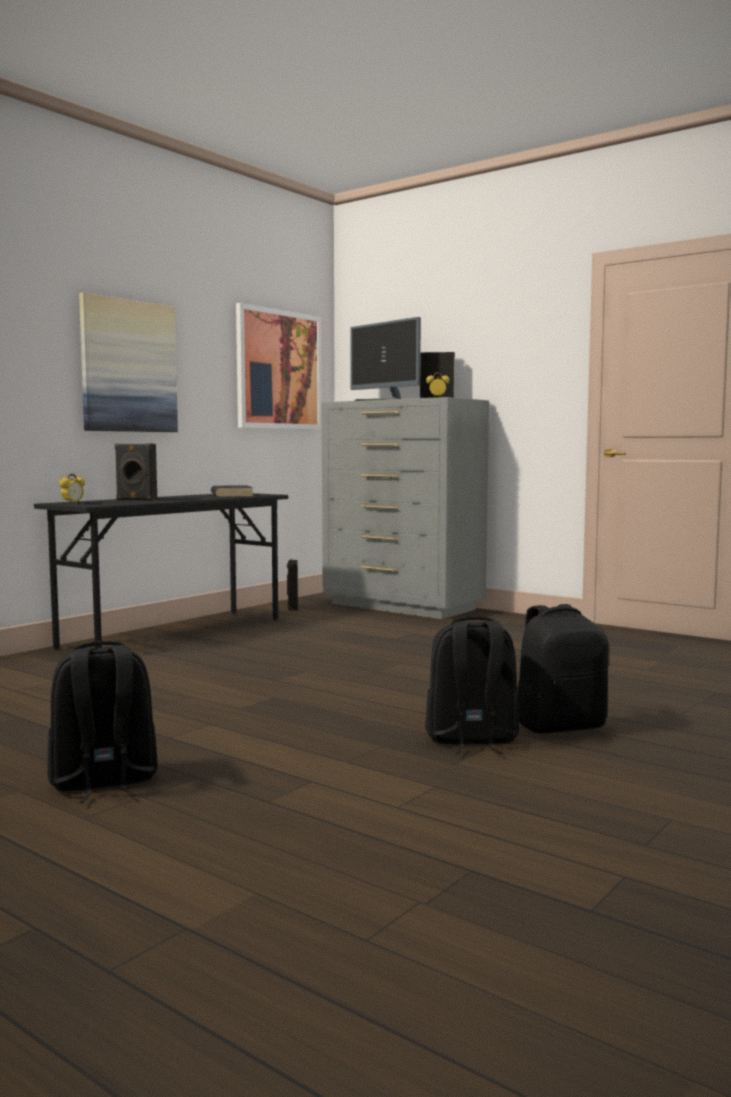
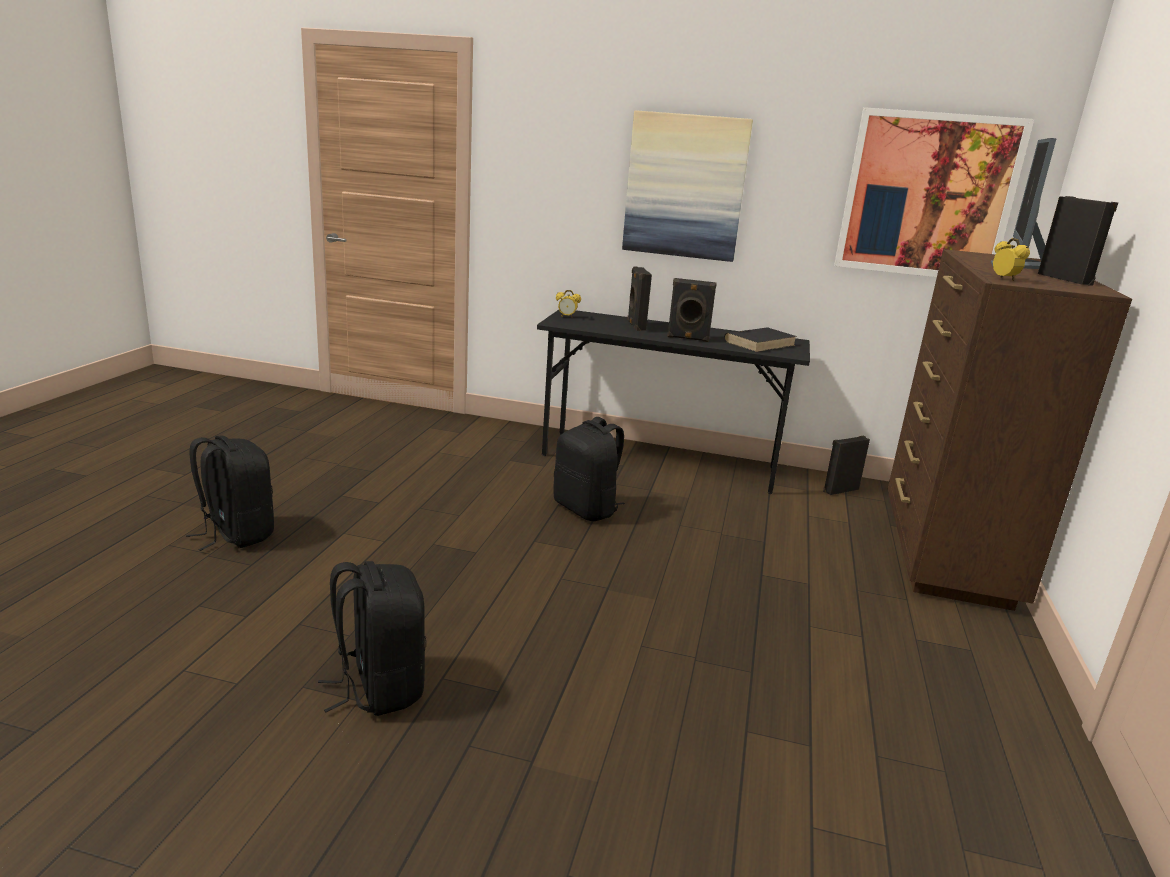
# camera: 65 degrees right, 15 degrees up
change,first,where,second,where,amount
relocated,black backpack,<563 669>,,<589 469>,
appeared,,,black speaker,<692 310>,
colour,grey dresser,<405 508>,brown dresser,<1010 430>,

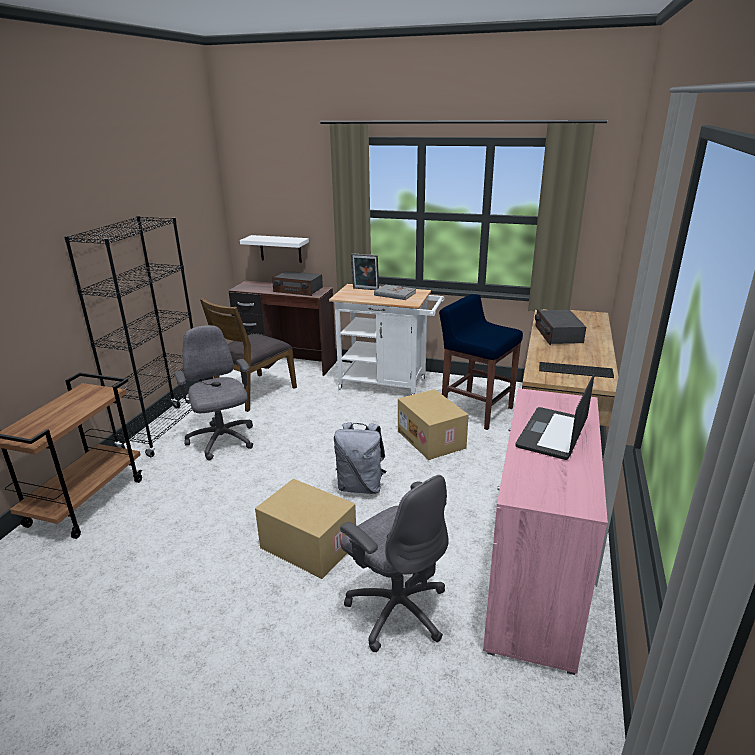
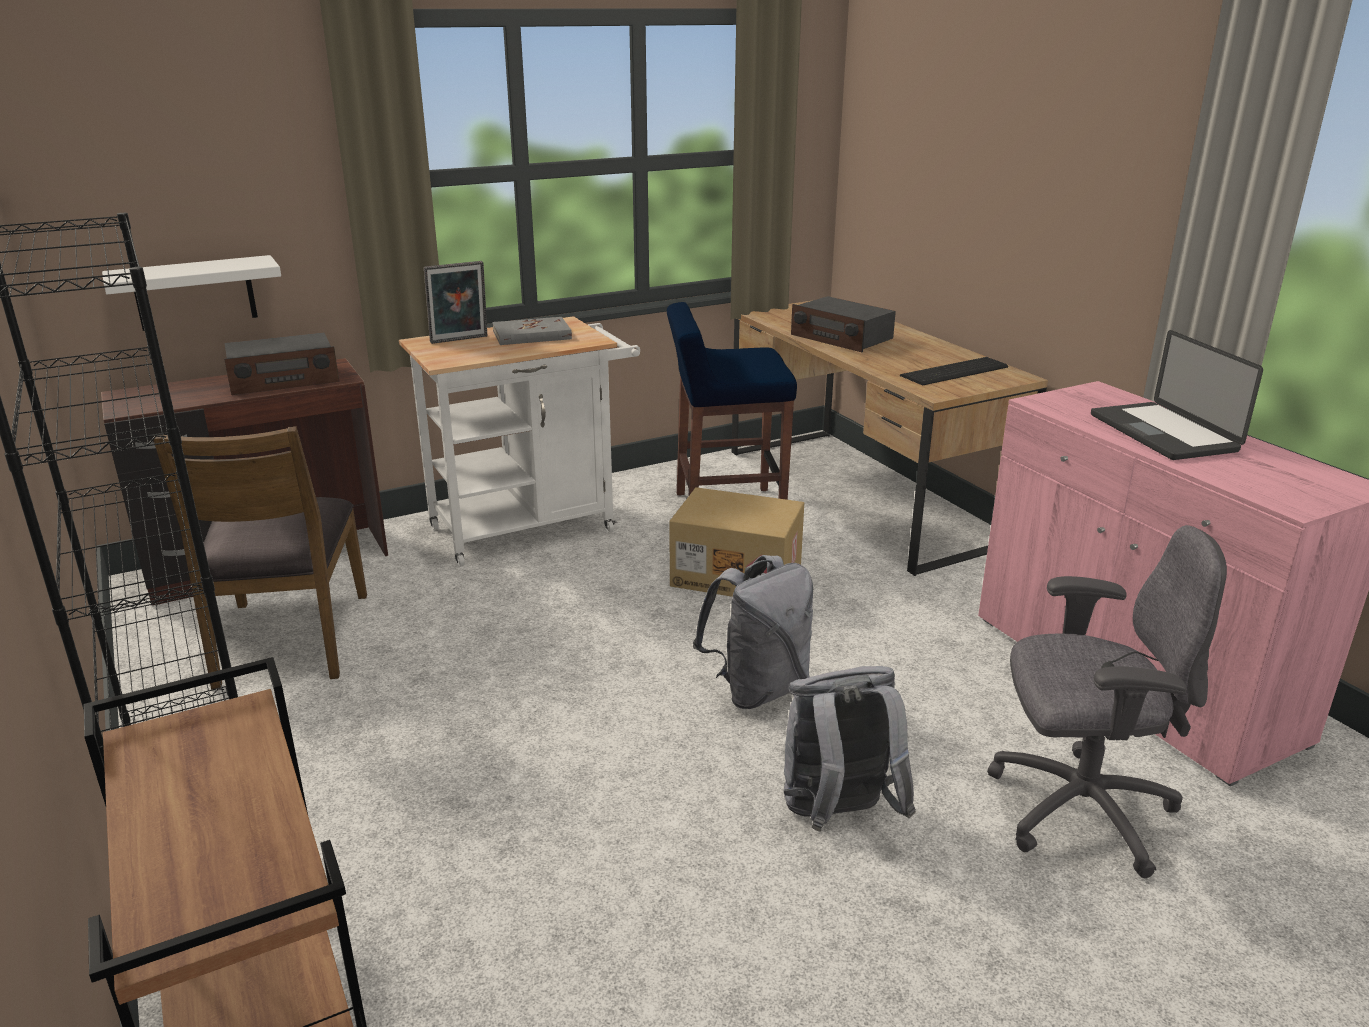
# camera: 45 degrees left, 0 degrees up
change,first,where,second,where,amount
exchanged,cardboard box,<305 529>,grey backpack,<850 749>,
missing,grey office chair,<213 393>,,,

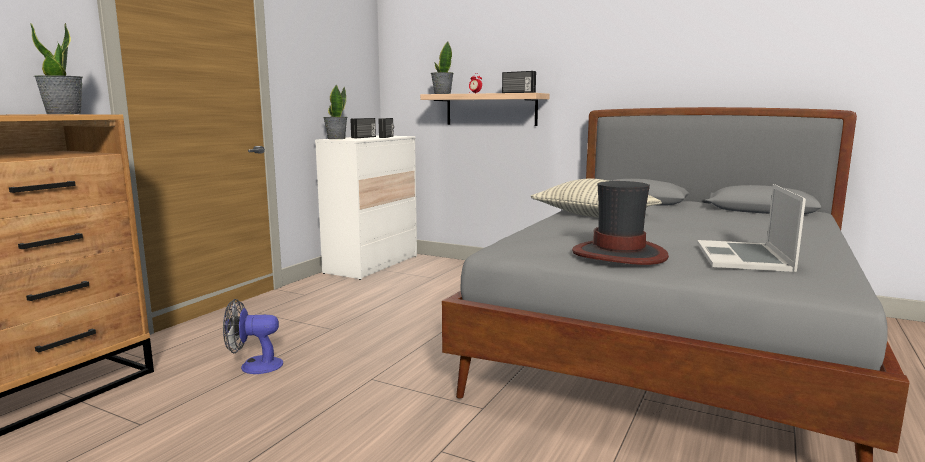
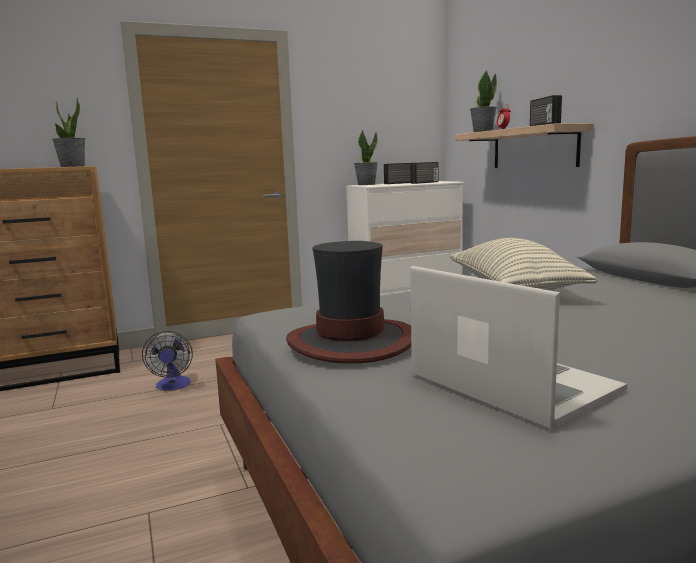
# camera: 40 degrees right, 0 degrees up
change,first,where,second,where,amount
spun,fan,<253 336>,,<167 361>,135 degrees counterclockwise
spun,laptop,<751 228>,,<518 347>,90 degrees clockwise

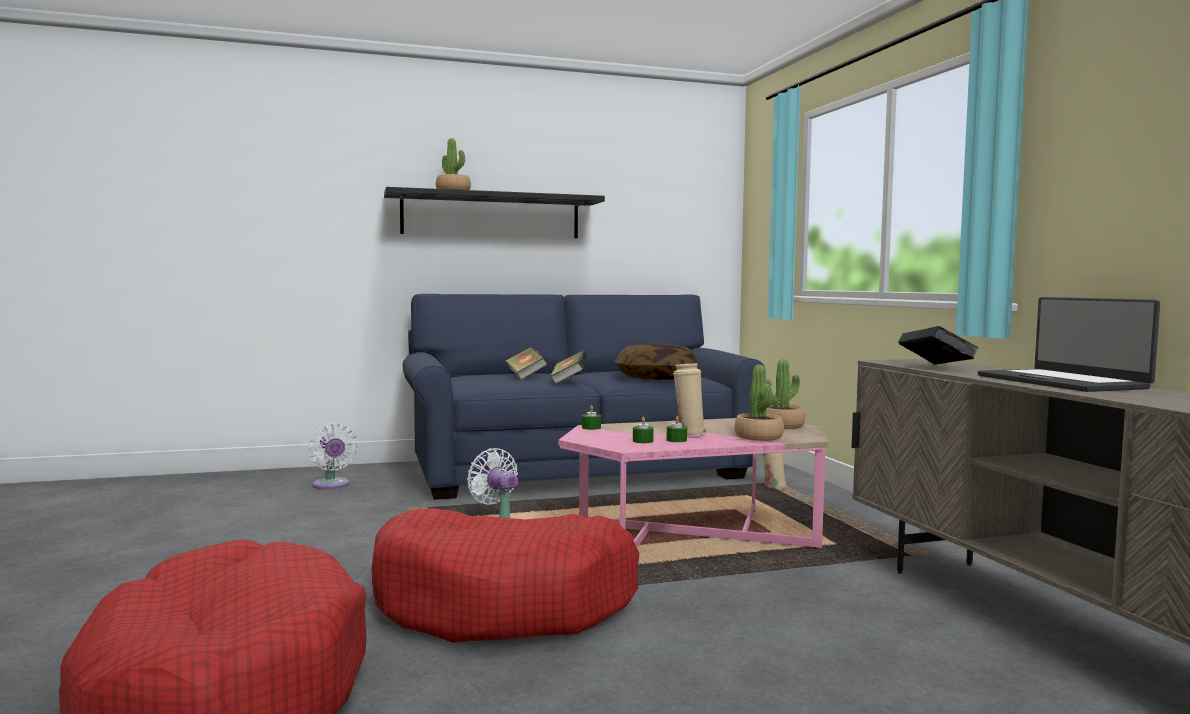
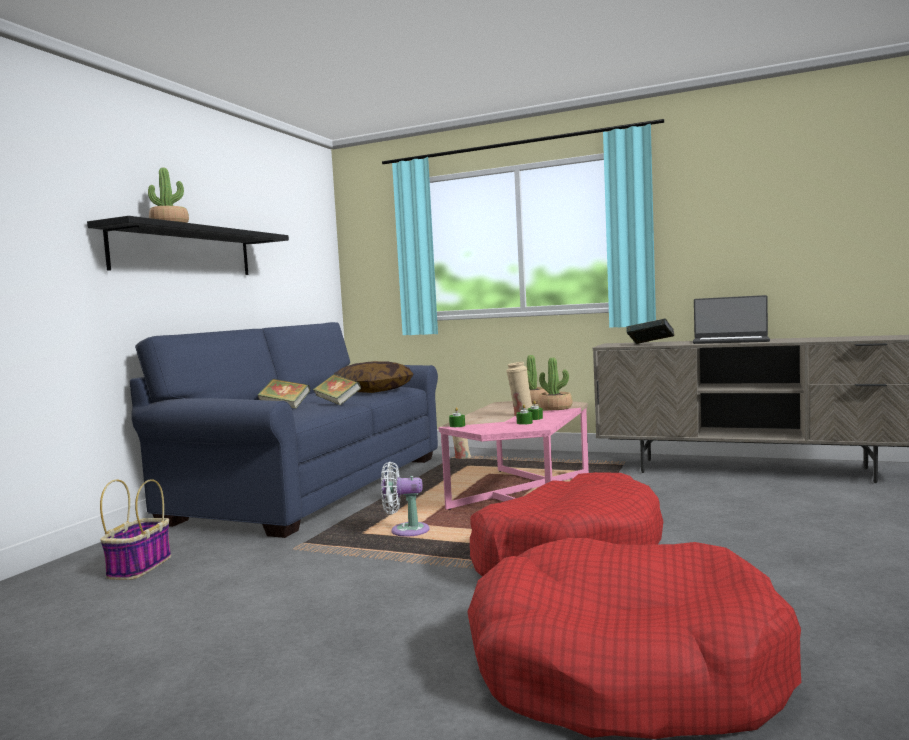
# camera: 50 degrees left, 0 degrees up
change,first,where,second,where,amount
exchanged,white fan,<333 455>,basket,<135 529>,

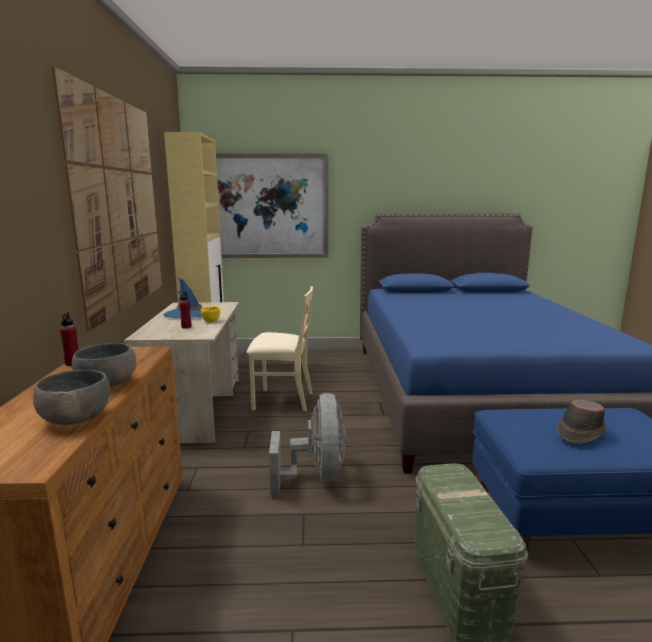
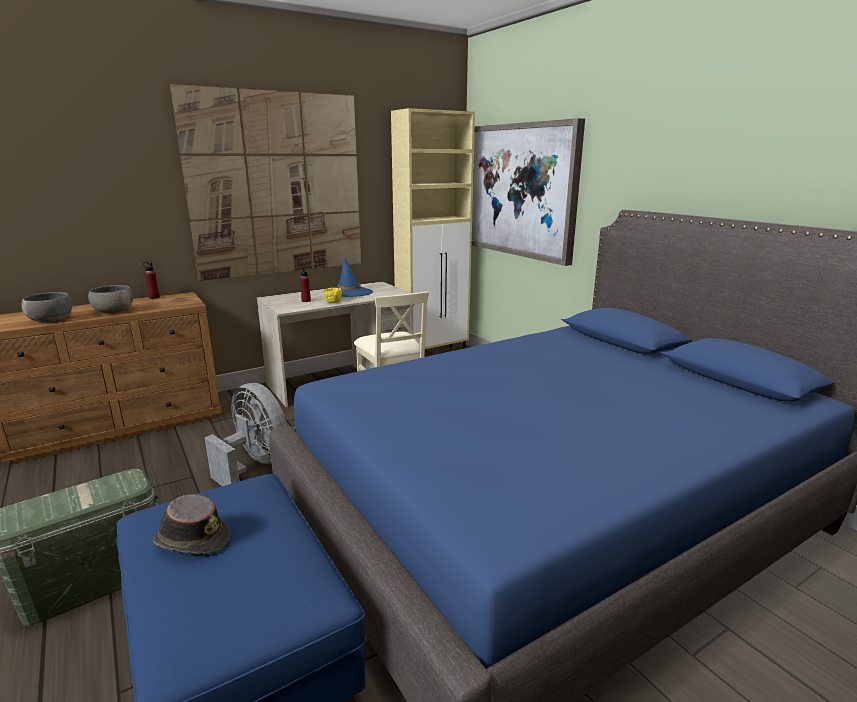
# camera: 60 degrees right, 5 degrees up
change,first,where,second,where,amount
spun,grey fan,<307 444>,,<245 434>,105 degrees counterclockwise

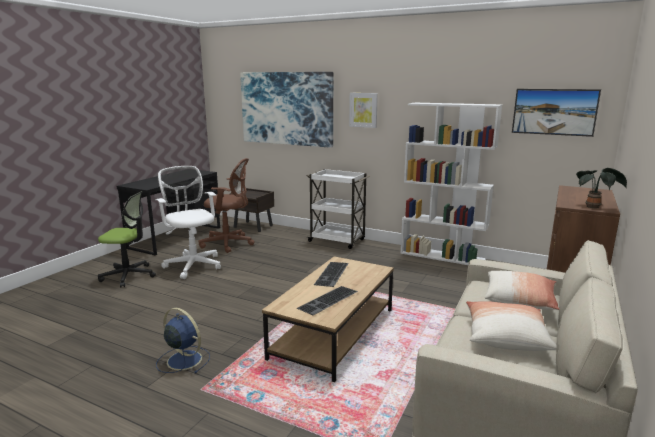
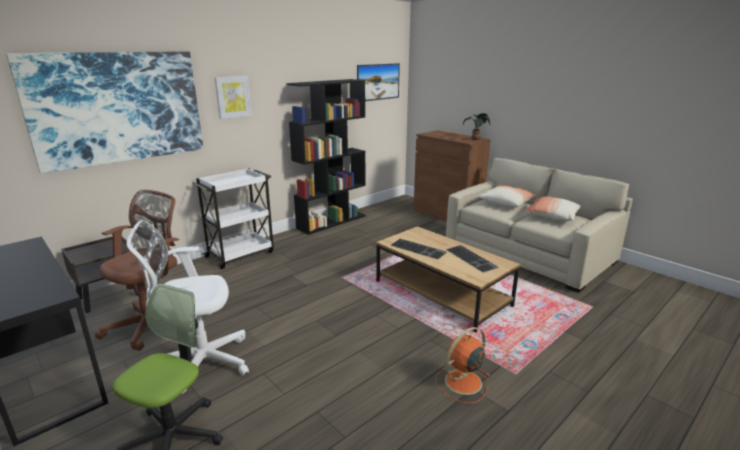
# camera: 70 degrees left, 5 degrees up
change,first,where,second,where,amount
colour,white bookcase,<451 184>,black bookcase,<326 157>,
colour,blue fan,<183 340>,orange fan,<462 365>,

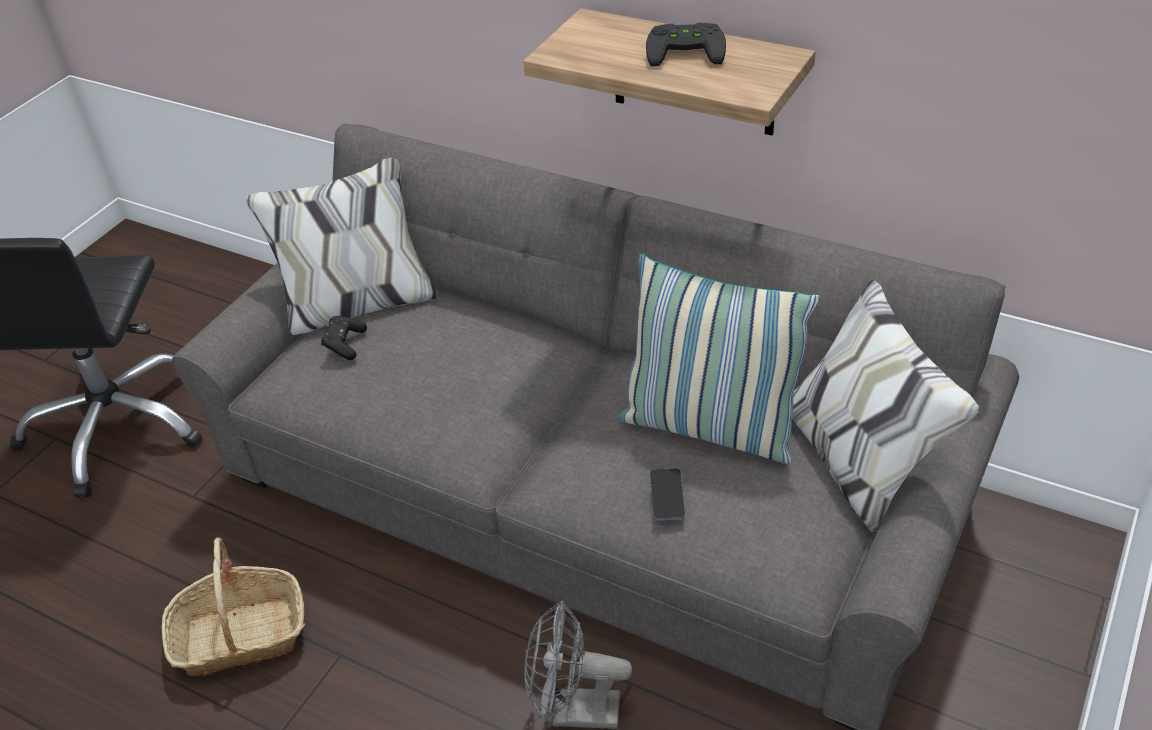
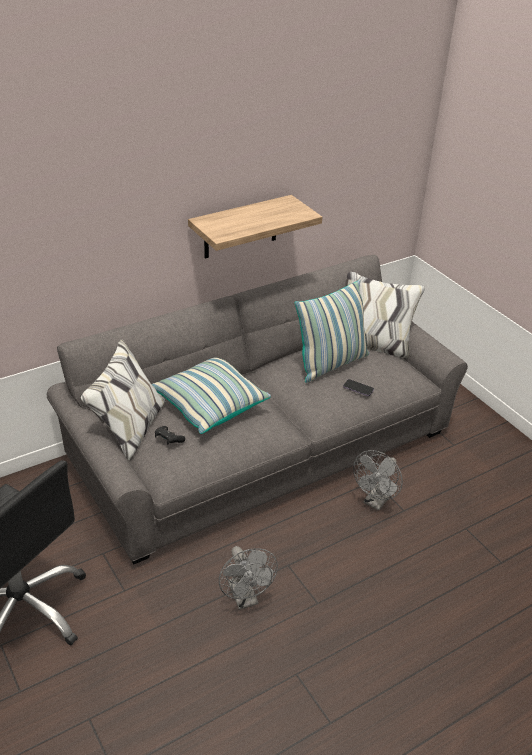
# camera: 65 degrees left, 5 degrees down
change,first,where,second,where,amount
appeared,,,pillow,<211 395>,
exchanged,basket,<233 606>,grey fan,<248 578>,
missing,black game controller,<686 44>,,,

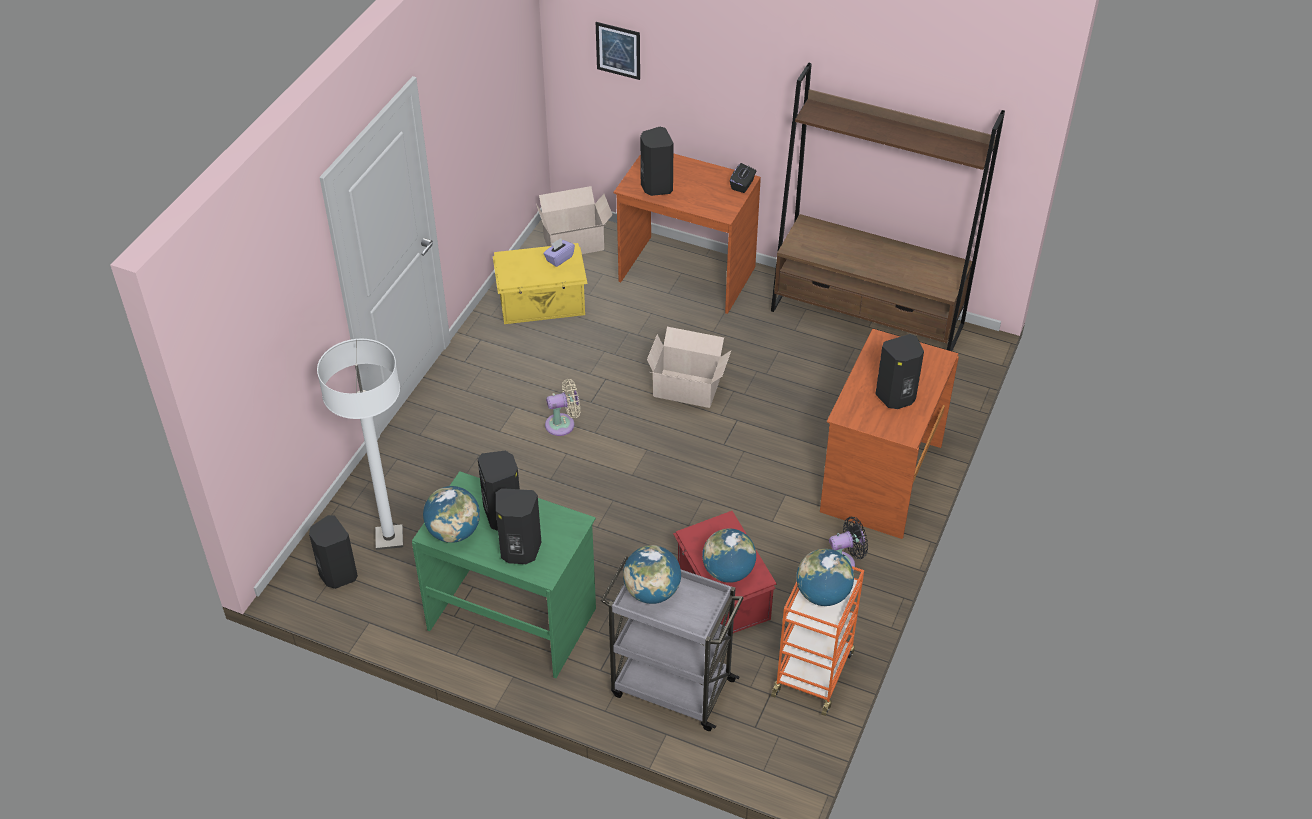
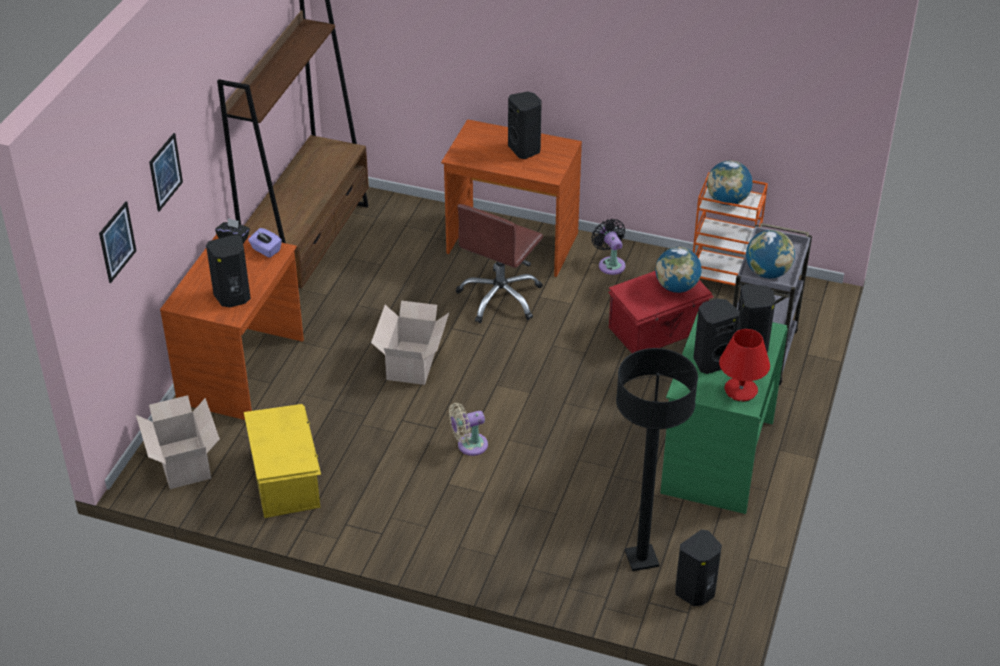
# camera: 95 degrees left, 5 degrees down
change,first,where,second,where,amount
appeared,,,picture,<166 172>,
relocated,purple tissue box,<559 252>,,<265 243>,
spun,beige fan,<562 407>,,<468 429>,90 degrees counterclockwise
appeared,,,brown office chair,<499 263>,
colour,white floor lamp,<360 444>,black floor lamp,<657 459>,
exchanged,globe,<451 514>,red table lamp,<744 365>,

